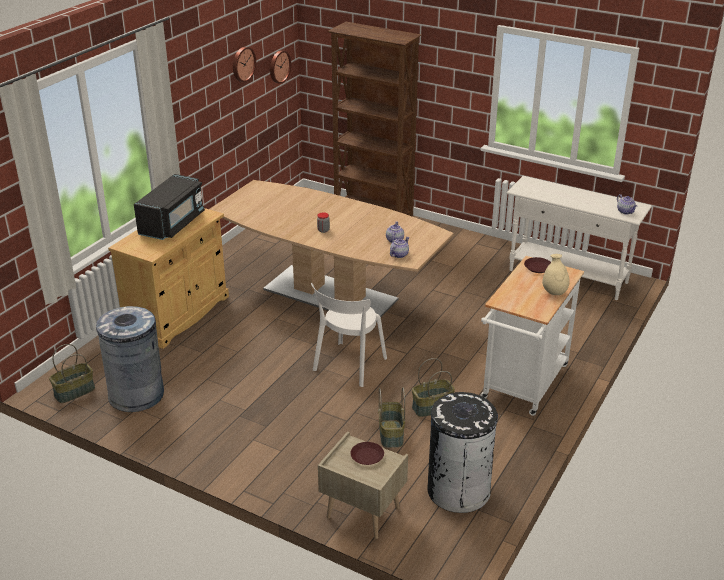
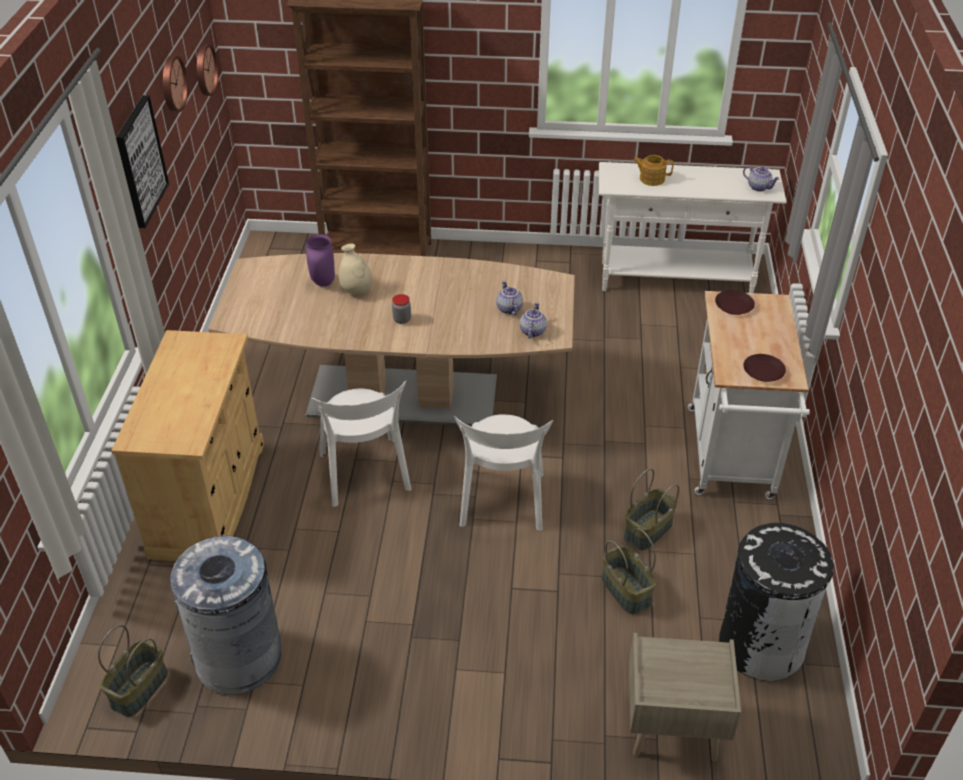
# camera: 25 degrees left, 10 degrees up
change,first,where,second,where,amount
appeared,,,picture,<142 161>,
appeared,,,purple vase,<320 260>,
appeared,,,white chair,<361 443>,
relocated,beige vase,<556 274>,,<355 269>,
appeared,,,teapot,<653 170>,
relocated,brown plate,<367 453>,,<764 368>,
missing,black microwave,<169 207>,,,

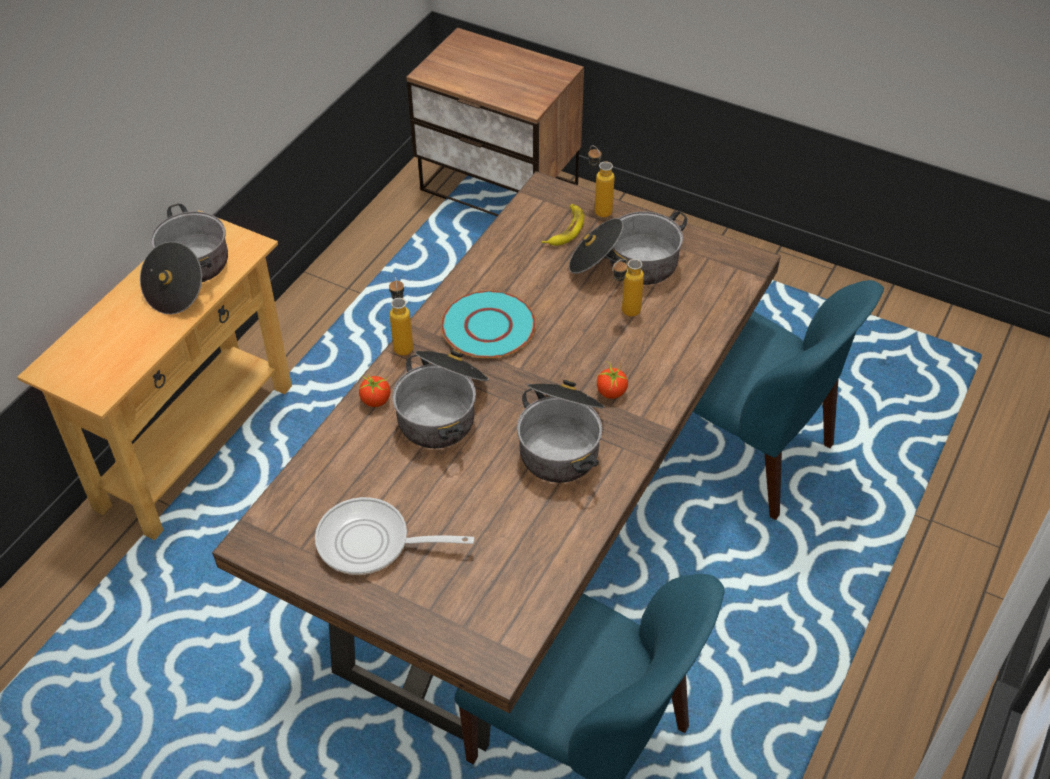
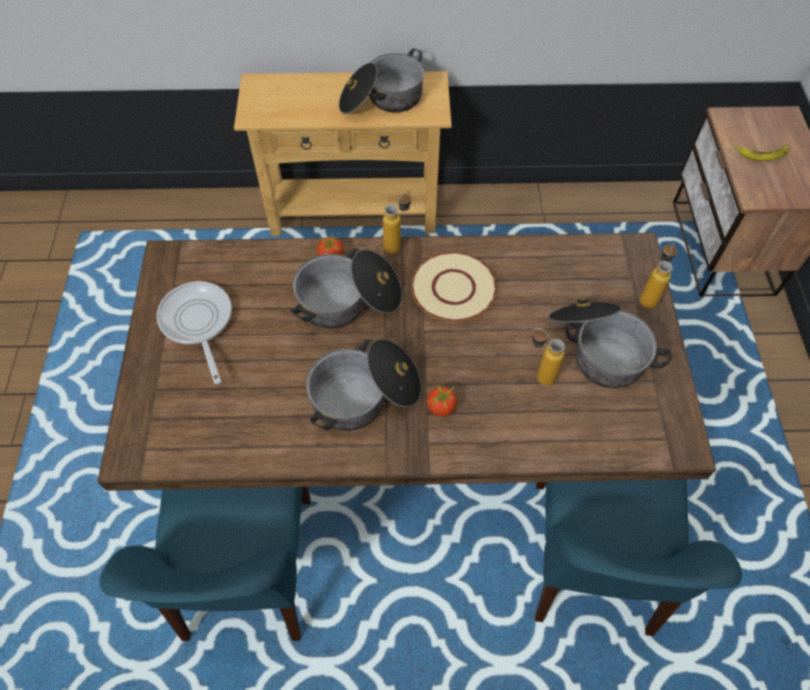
# camera: 60 degrees right, 10 degrees up
change,first,where,second,where,amount
colour,turquoise plate,<488 324>,beige plate,<454 287>,
relocated,banana,<562 225>,,<762 152>,

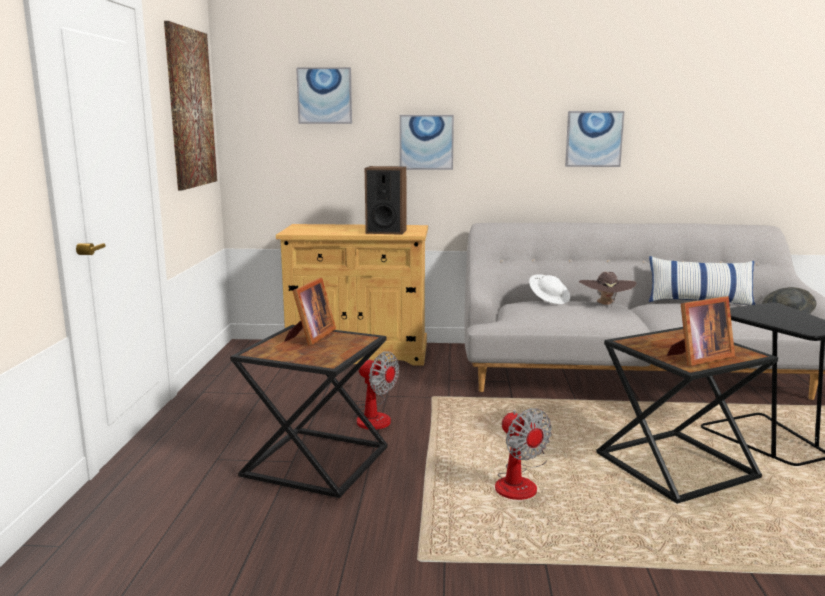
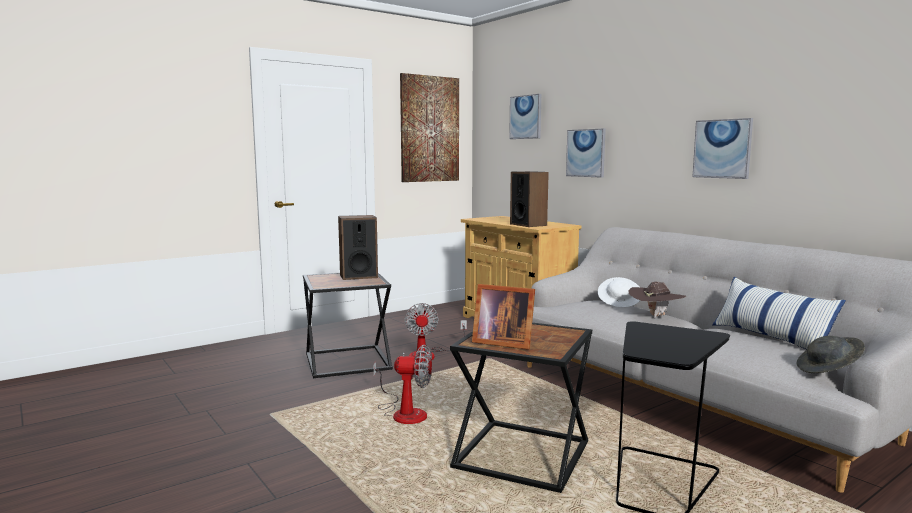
# camera: 50 degrees right, 5 degrees down
change,first,where,second,where,amount
exchanged,picture frame,<310 312>,speaker,<358 247>,
spun,fan,<523 454>,,<403 384>,105 degrees counterclockwise

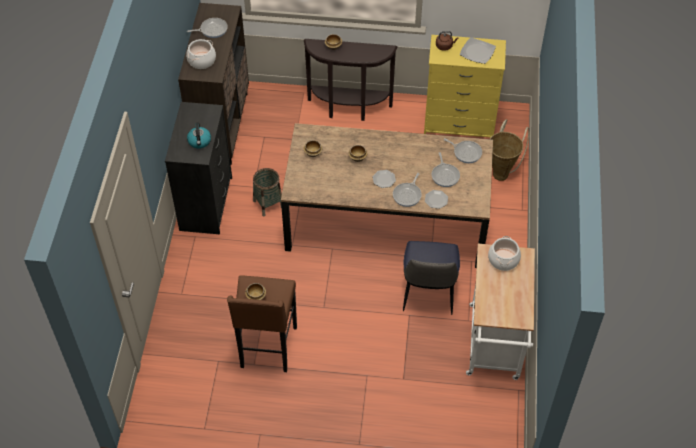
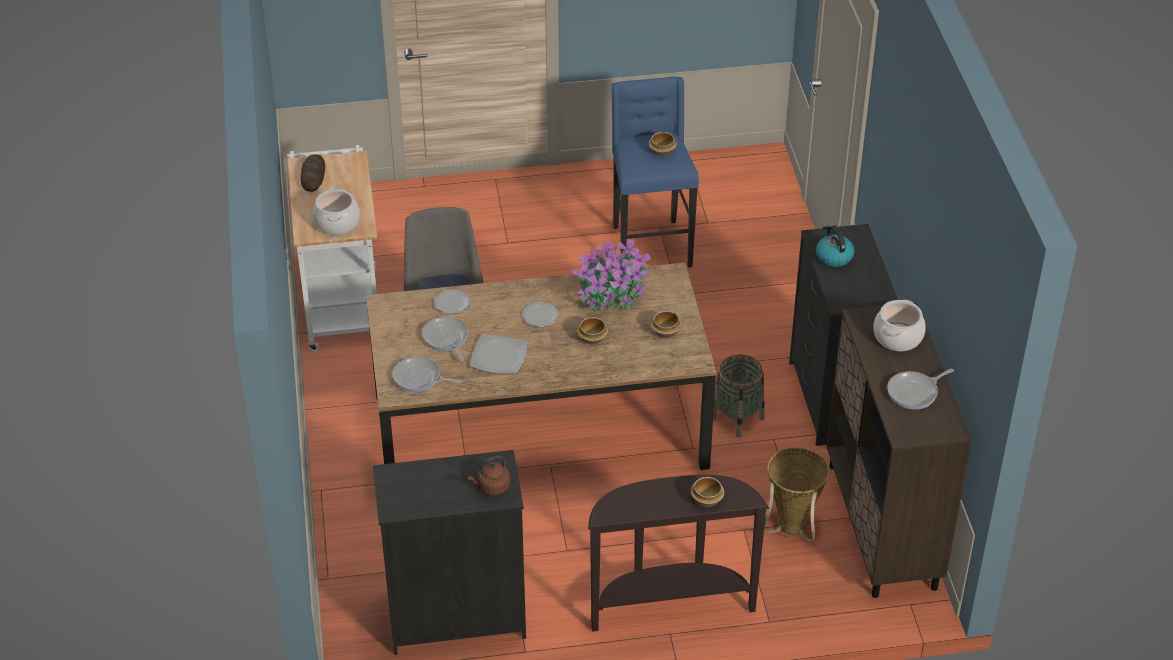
# camera: 165 degrees right, 10 degrees down
change,first,where,second,where,amount
appeared,,,bread,<312 173>,
colour,yellow dresser,<465 86>,black dresser,<449 552>,
relocated,plate,<477 50>,,<499 354>,
appeared,,,potted plant,<612 276>,
colour,brown stool,<262 323>,blue stool,<655 172>,
relocated,basket,<510 150>,,<796 494>,
missing,frying pan,<407 190>,,,

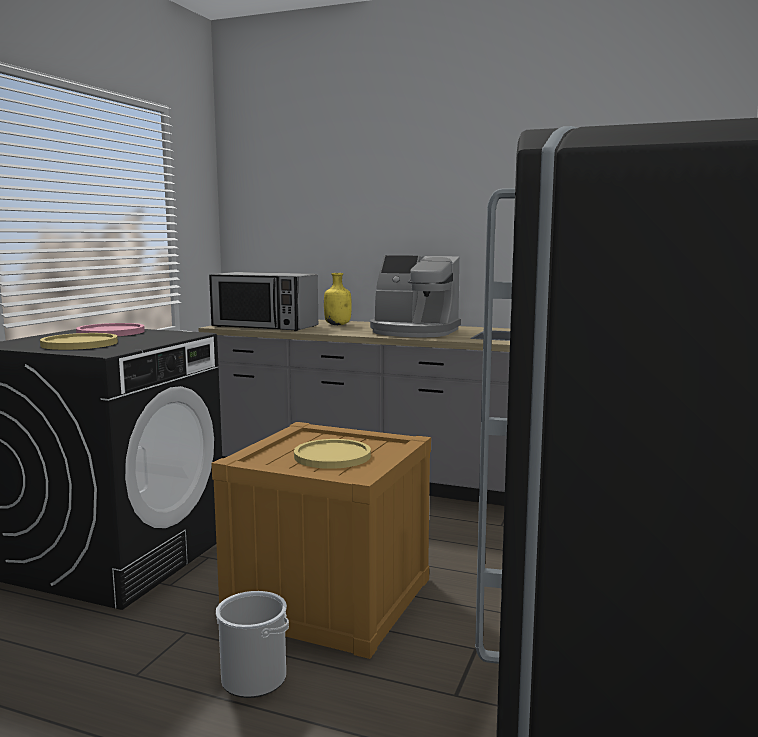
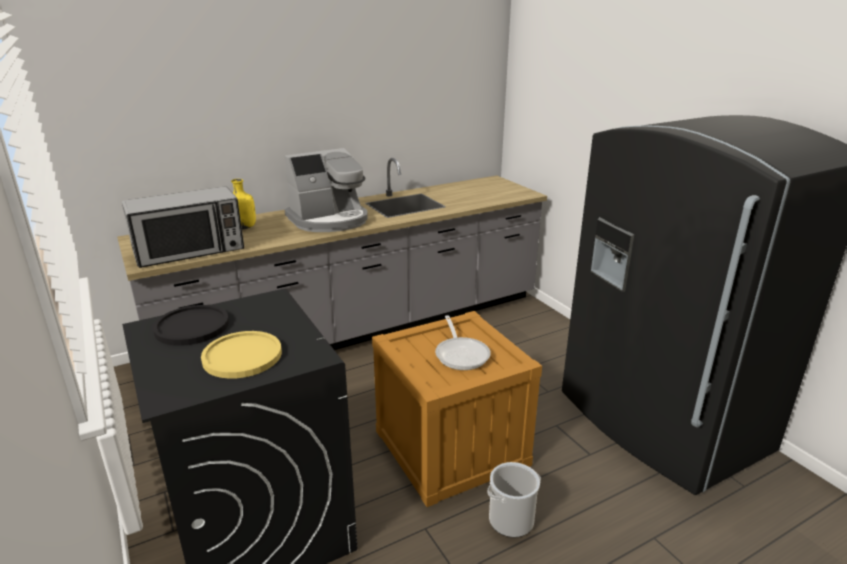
# camera: 50 degrees left, 15 degrees up
change,first,where,second,where,amount
colour,pink plate,<110 329>,black plate,<191 325>,
exchanged,yellow plate,<332 454>,frying pan,<463 342>,

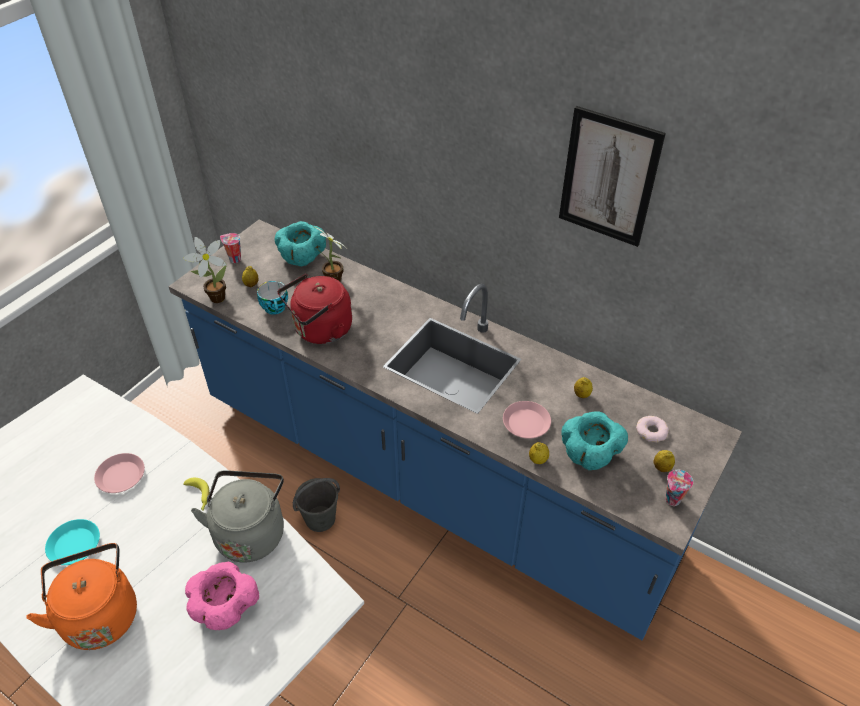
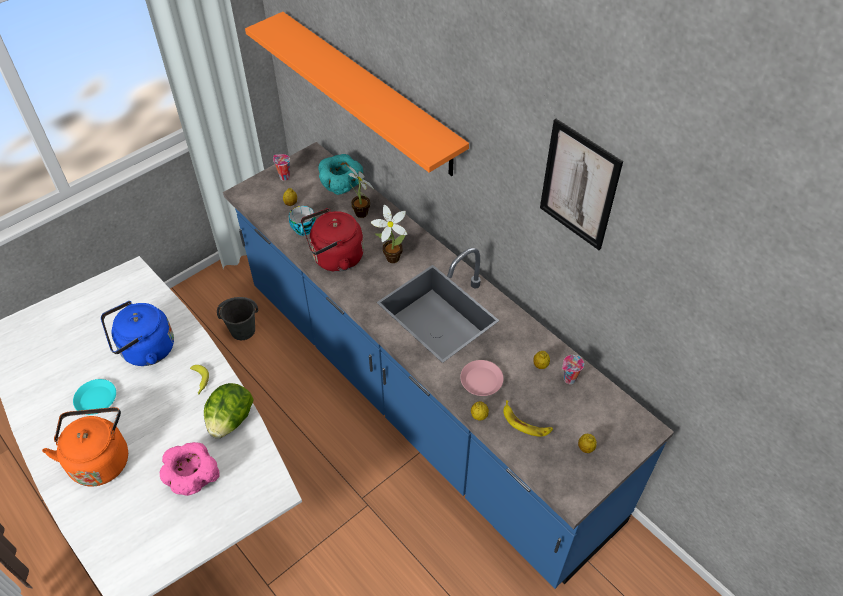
# camera: 15 degrees right, 5 degrees up
change,first,where,second,where,amount
exchanged,pink plate,<119 473>,blue kettle,<137 333>,
exchanged,grey kettle,<237 516>,lettuce,<228 411>,
relocated,grey bucket,<316 505>,,<237 318>,
appeared,,,orange shelf,<357 94>,
relocated,potted plant,<205 270>,,<388 234>,
exchanged,turquoise bowl,<595 440>,banana,<528 418>,
relocated,cup,<679 488>,,<573 369>,
missing,donut,<652 429>,,,

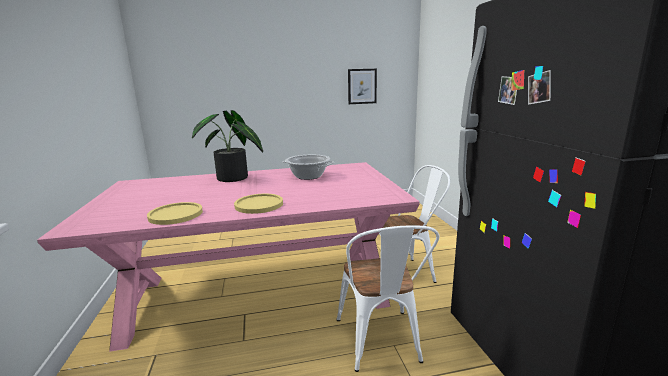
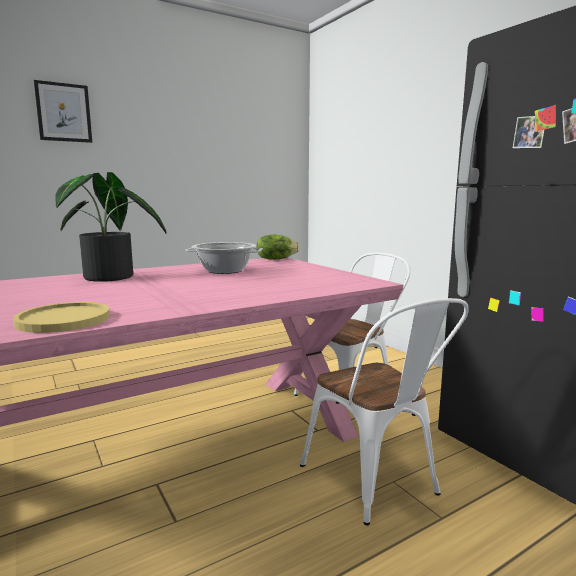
# camera: 20 degrees left, 5 degrees down
change,first,where,second,where,amount
relocated,picture,<362 86>,,<63 111>,
appeared,,,lettuce,<277 247>,
missing,yellow plate,<258 204>,,,

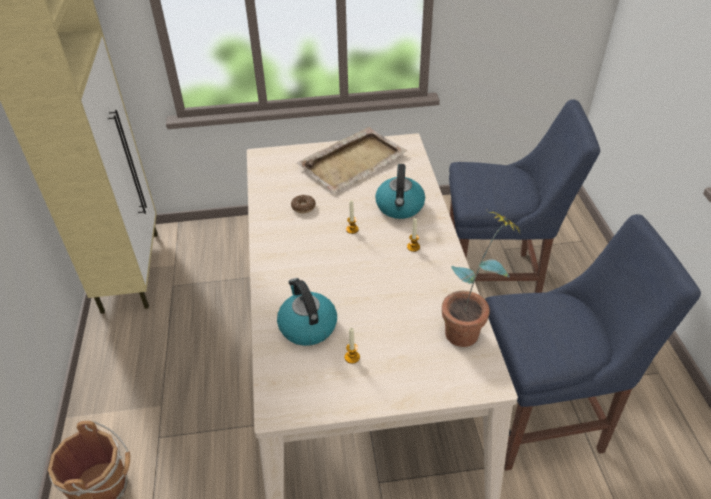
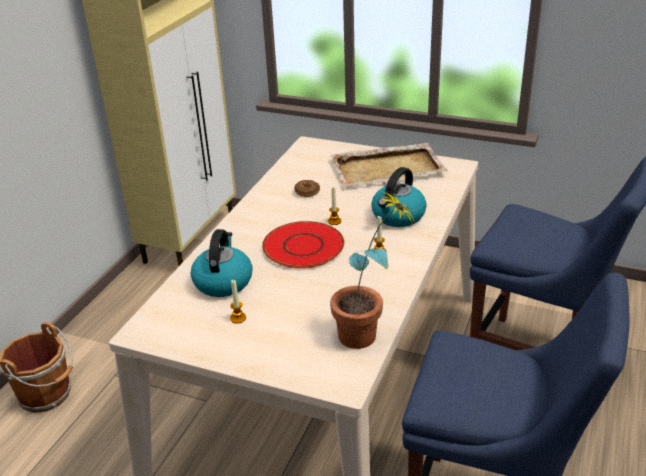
# camera: 30 degrees right, 10 degrees down
change,first,where,second,where,amount
appeared,,,red plate,<303 244>,

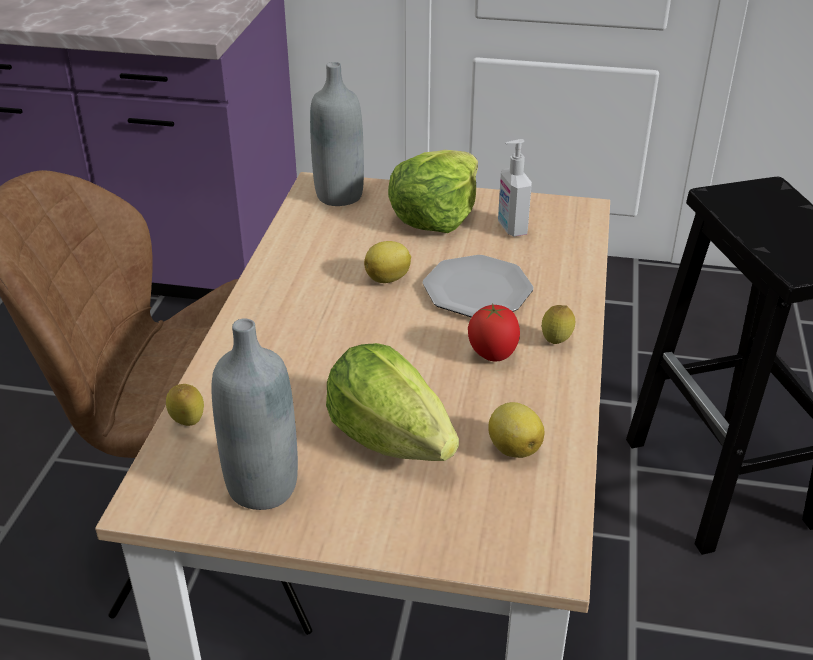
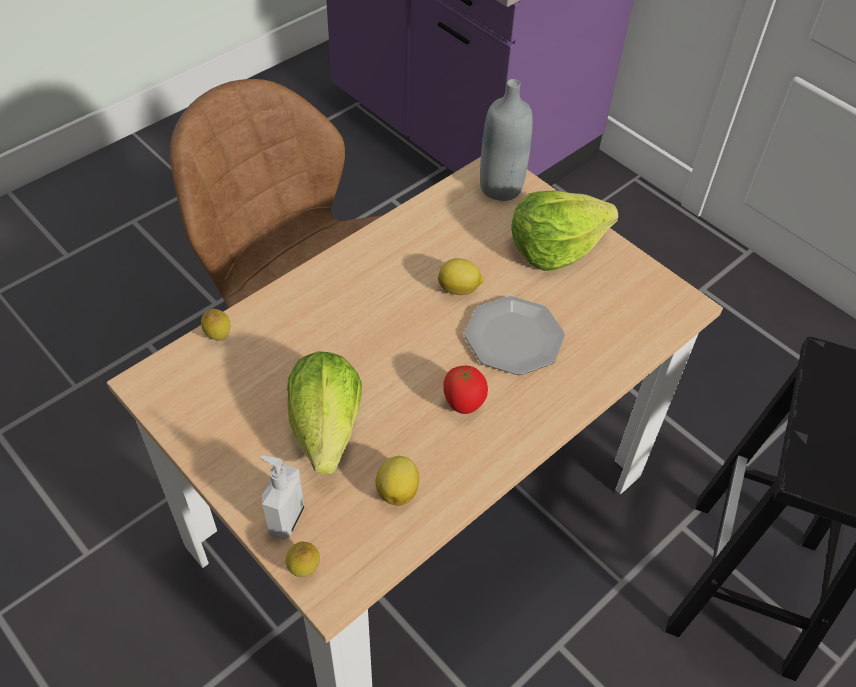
# camera: 35 degrees right, 15 degrees up
change,first,where,second,where,amount
relocated,soap dispenser,<515 188>,,<282 498>,
relocated,lemon,<558 324>,,<302 559>,
missing,grey bottle,<254 414>,,,

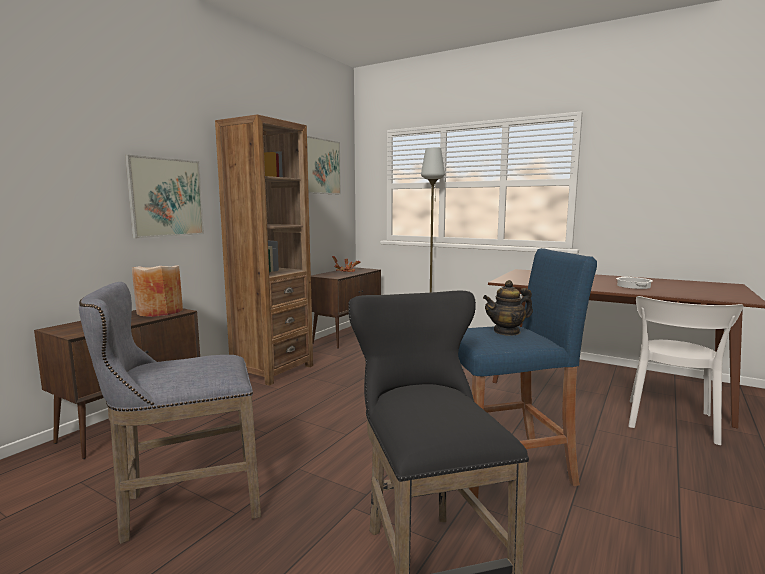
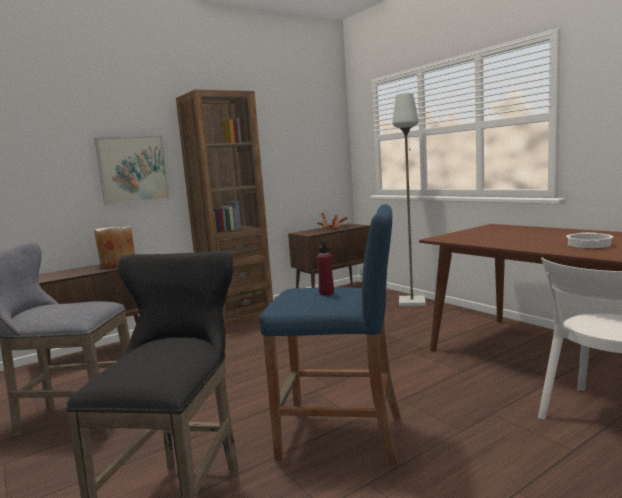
# camera: 25 degrees right, 0 degrees up
change,first,where,second,where,amount
exchanged,teapot,<508 307>,red bottle,<325 267>,
missing,picture,<324 165>,,,

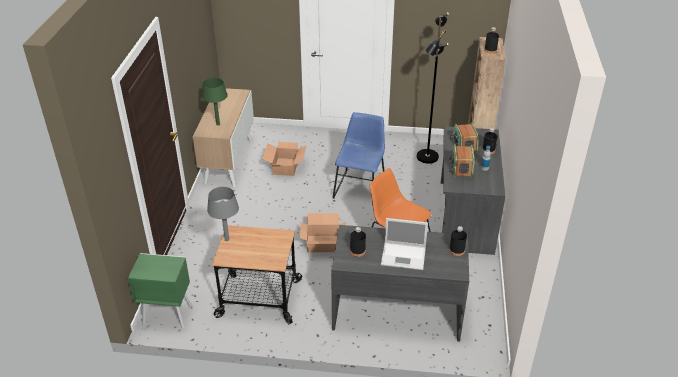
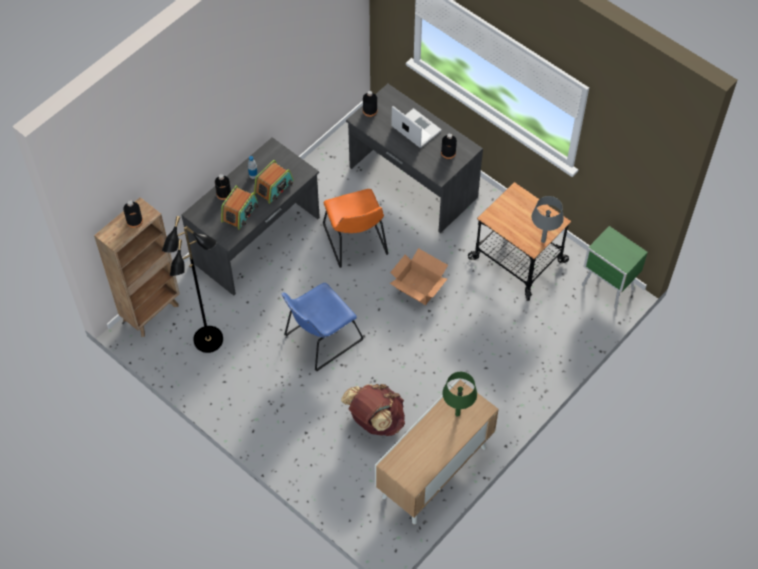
# camera: 145 degrees left, 20 degrees up
change,first,where,second,where,amount
exchanged,cardboard box,<284 159>,brown backpack,<373 410>,

